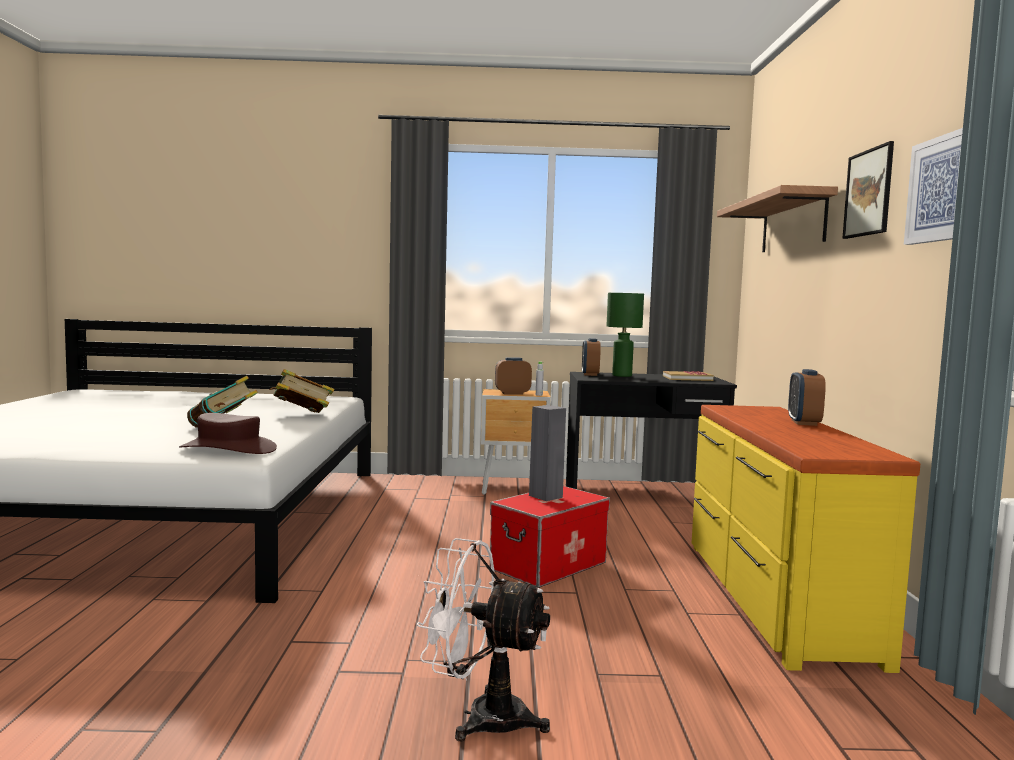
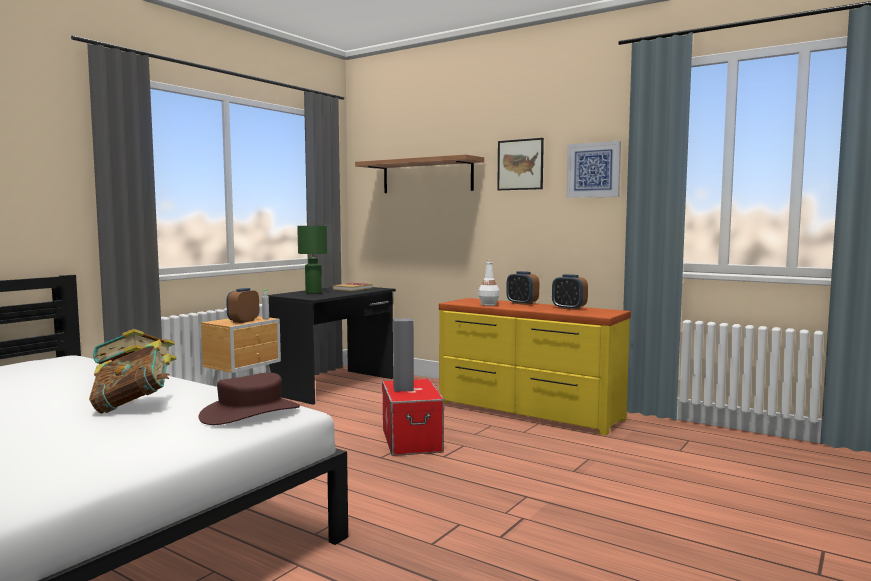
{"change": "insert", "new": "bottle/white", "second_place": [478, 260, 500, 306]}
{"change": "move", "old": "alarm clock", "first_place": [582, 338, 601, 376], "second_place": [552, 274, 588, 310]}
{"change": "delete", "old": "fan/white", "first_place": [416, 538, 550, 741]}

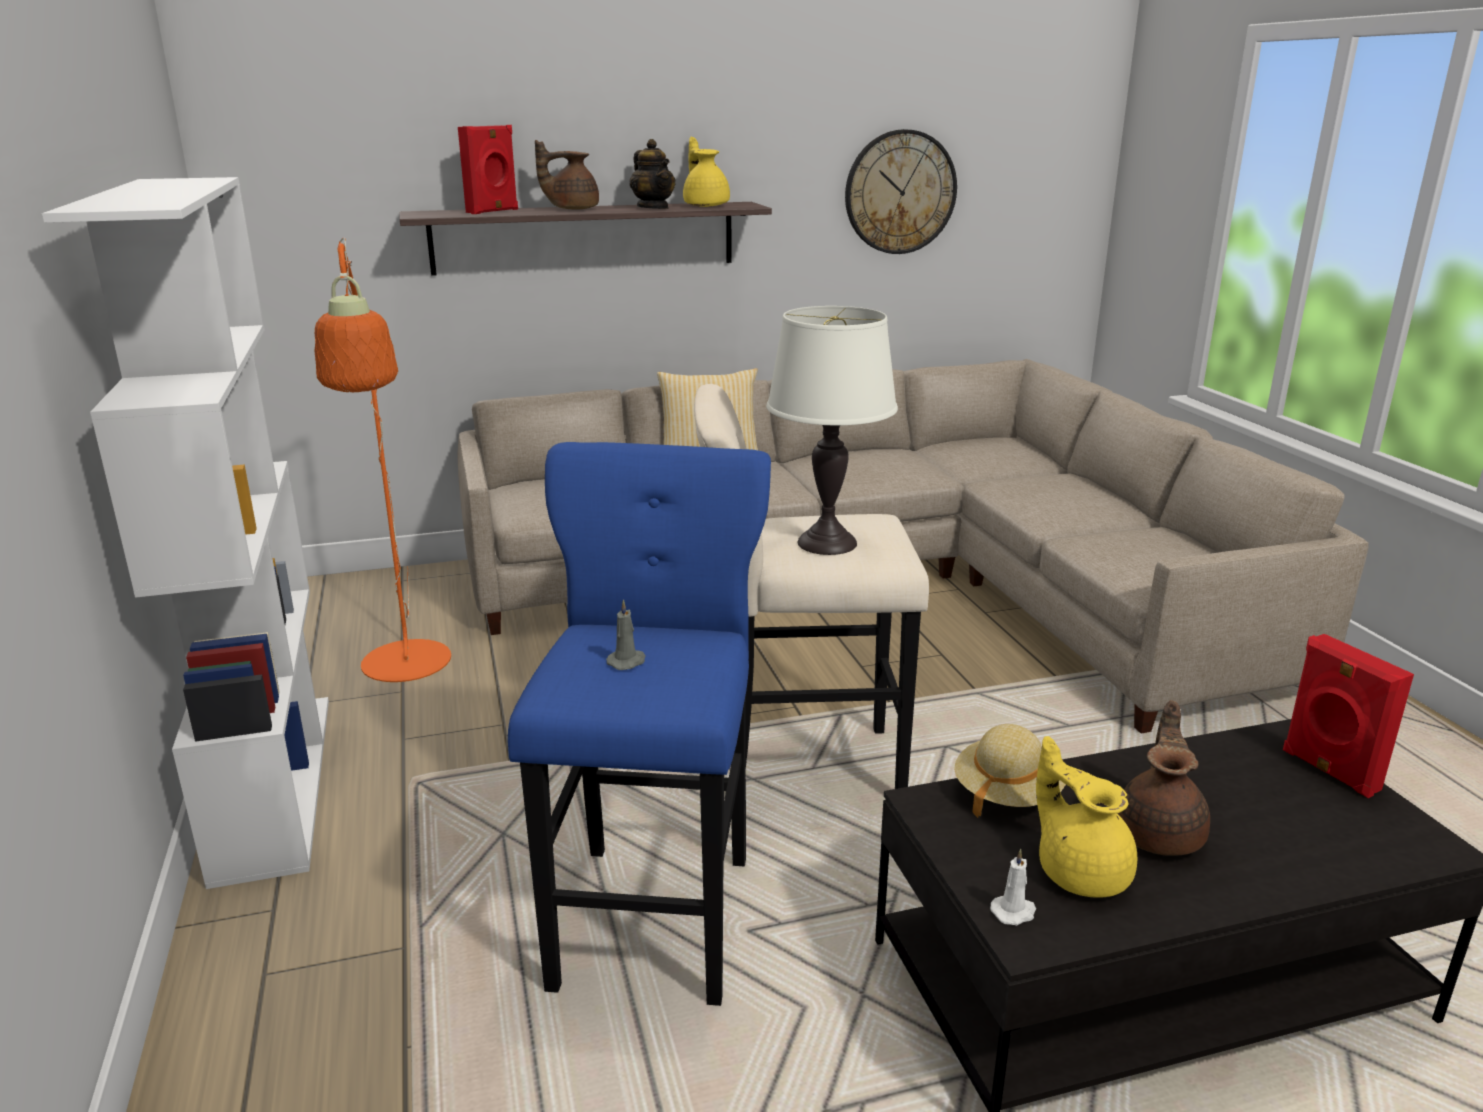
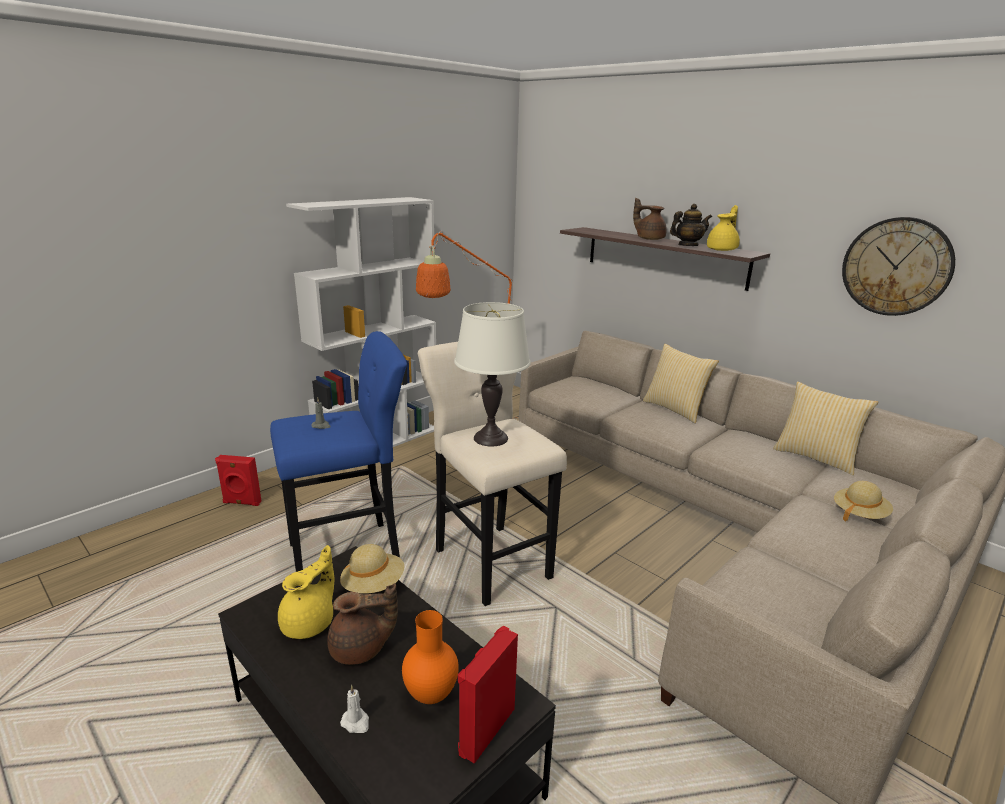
{"change": "move", "old": "speaker/red", "first_place": [458, 125, 518, 214], "second_place": [215, 455, 261, 506]}
{"change": "move", "old": "candle/white", "first_place": [990, 849, 1036, 925], "second_place": [340, 685, 369, 733]}
{"change": "insert", "new": "vase/orange", "second_place": [402, 610, 459, 704]}
{"change": "rotate", "old": "teapot", "first_place": [630, 139, 676, 209], "second_place": [670, 204, 712, 246], "degrees": -135}
{"change": "insert", "new": "pillow", "second_place": [773, 381, 879, 475]}
{"change": "insert", "new": "hat/beige", "second_place": [834, 481, 893, 522]}

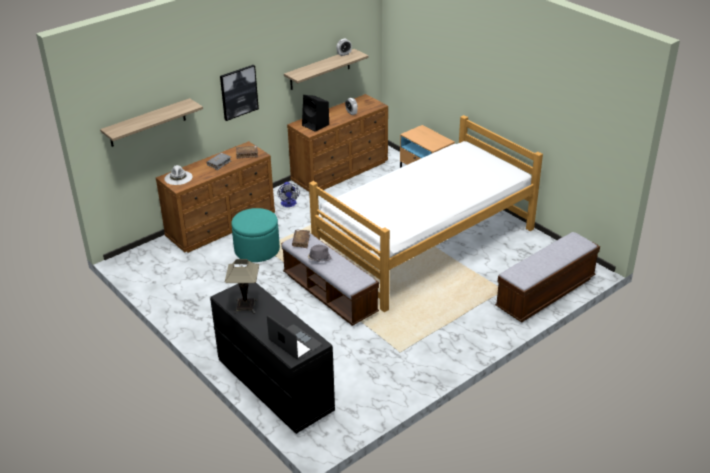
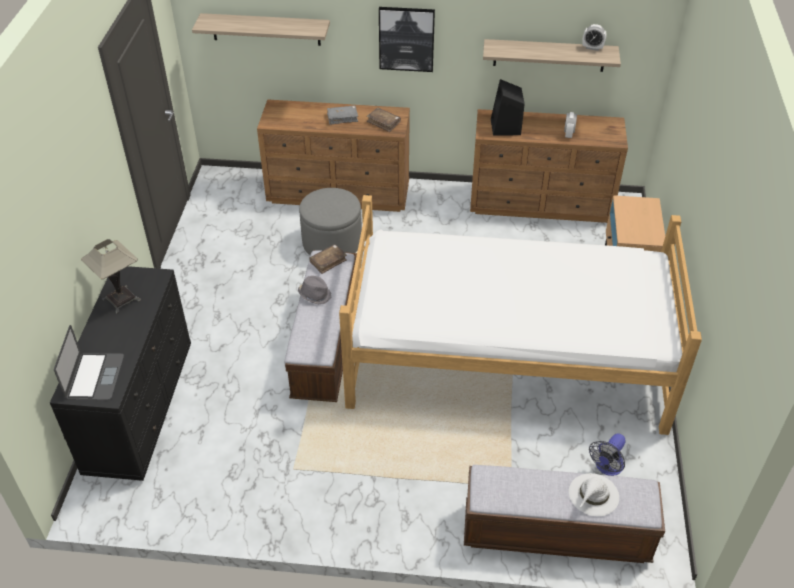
{"change": "recolor", "old": "ottoman/turquoise", "new": "ottoman/grey", "first_place": [231, 208, 280, 262], "second_place": [299, 188, 362, 255]}
{"change": "move", "old": "hat/white", "first_place": [165, 165, 192, 185], "second_place": [569, 473, 619, 516]}
{"change": "move", "old": "fan", "first_place": [278, 182, 300, 207], "second_place": [589, 433, 625, 476]}

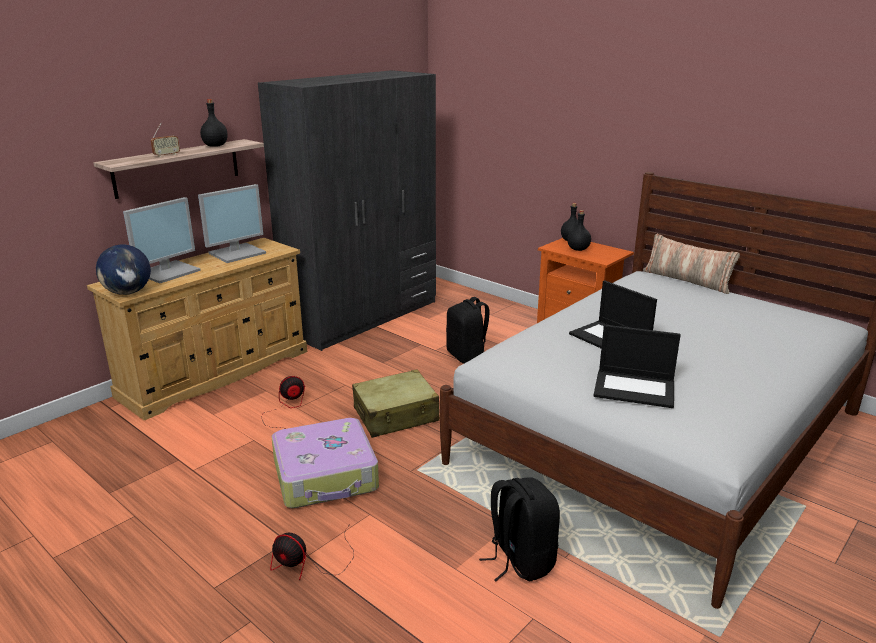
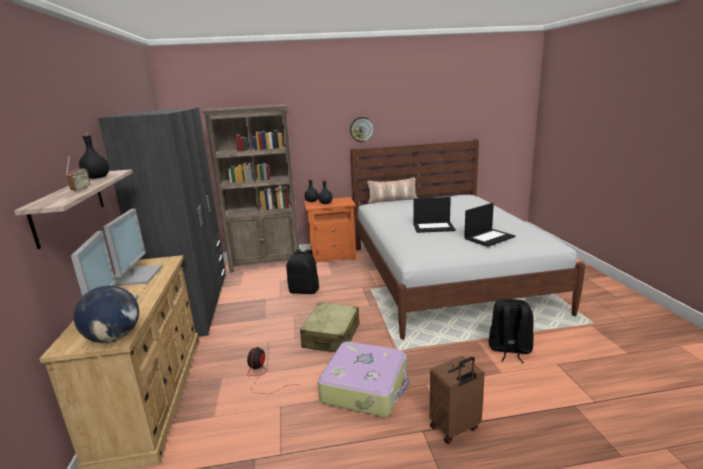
{"change": "insert", "new": "bookcase/brown", "second_place": [201, 104, 299, 273]}
{"change": "insert", "new": "wall clock", "second_place": [350, 117, 374, 142]}
{"change": "replace", "old": "fan", "new": "suitcase/brown", "first_place": [270, 527, 354, 580], "second_place": [430, 356, 485, 444]}

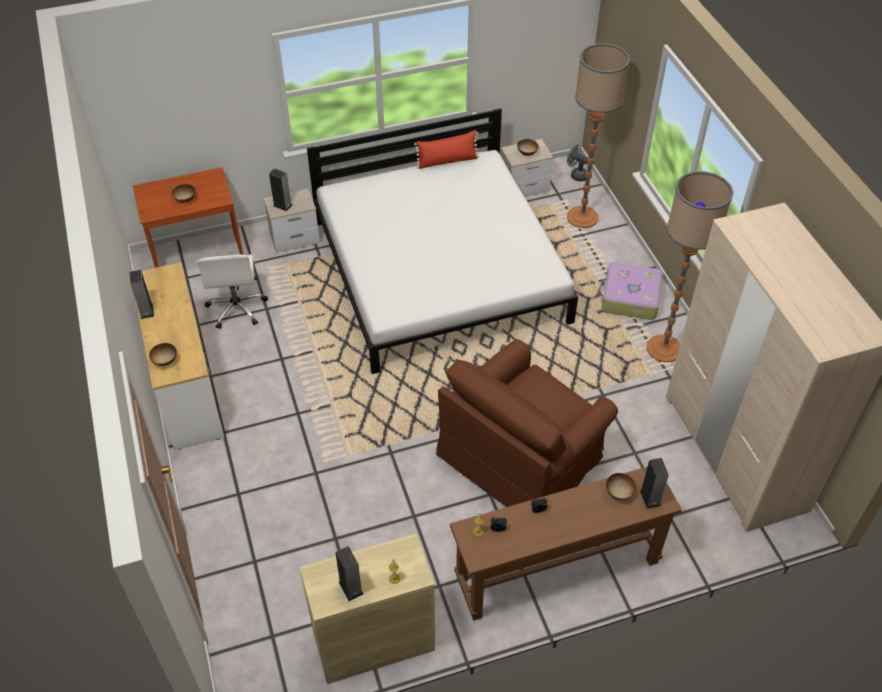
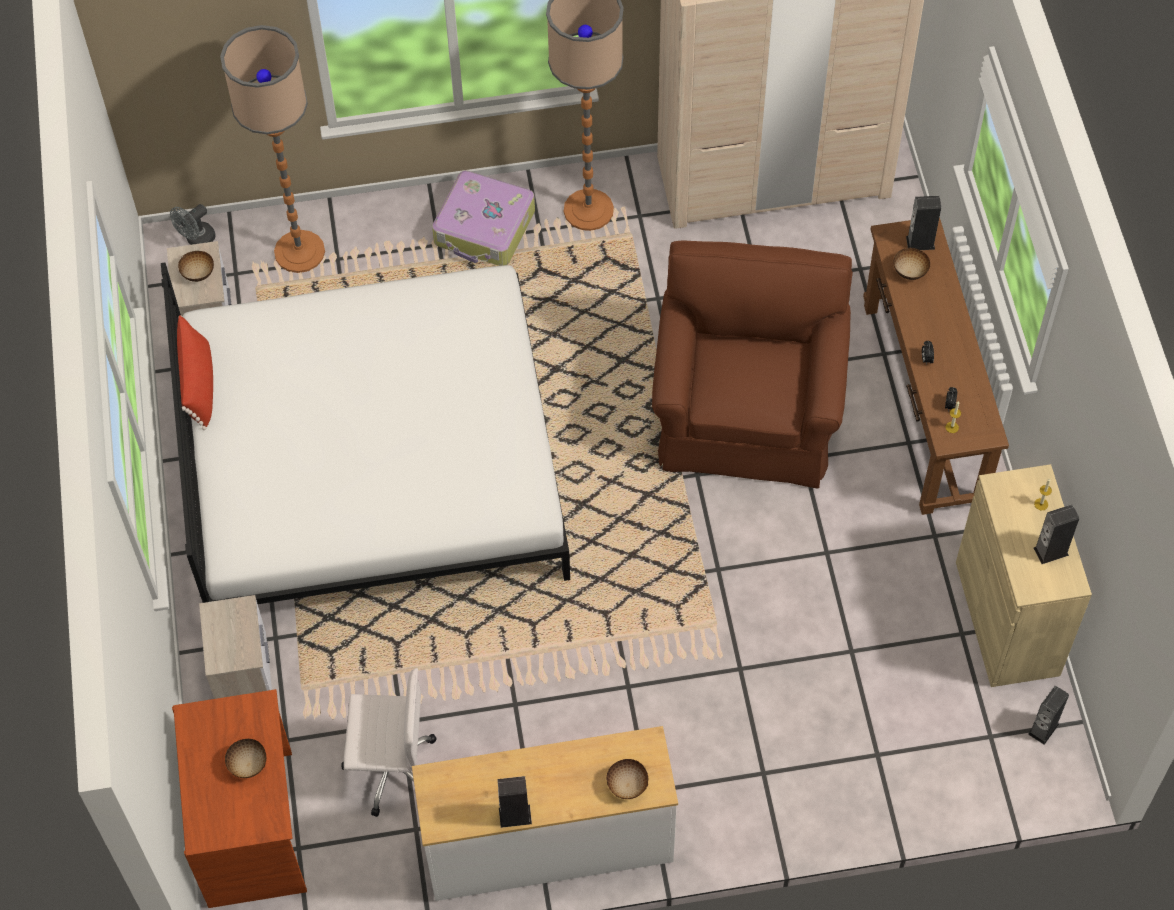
{"change": "rotate", "old": "armchair/brown", "first_place": [436, 340, 618, 507], "second_place": [652, 240, 853, 488], "degrees": -135}
{"change": "move", "old": "speaker", "first_place": [269, 168, 292, 211], "second_place": [1028, 686, 1069, 745]}

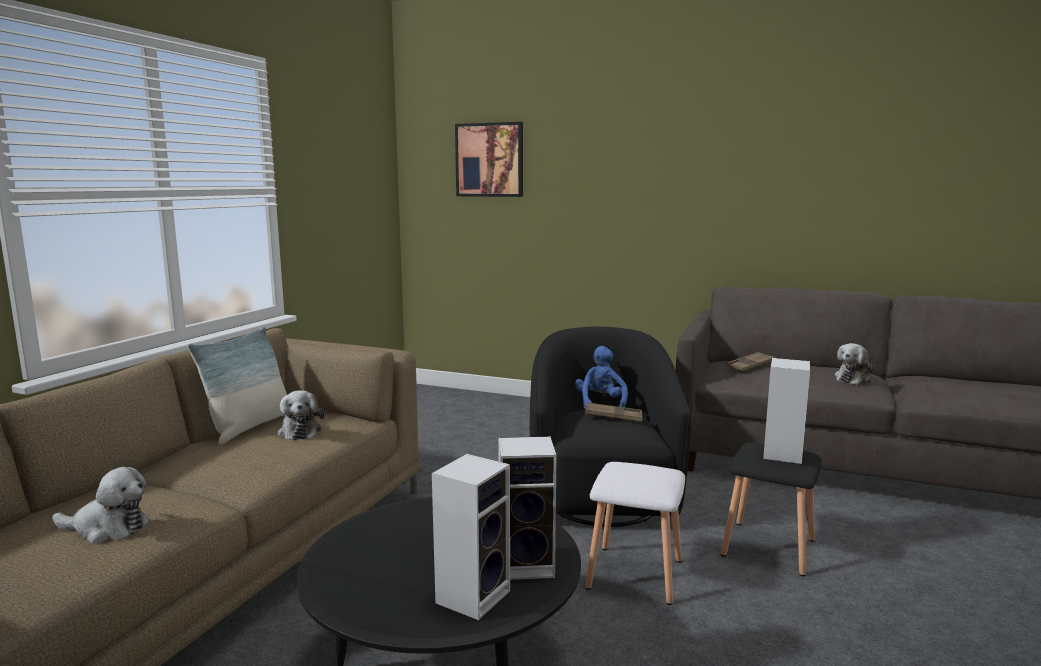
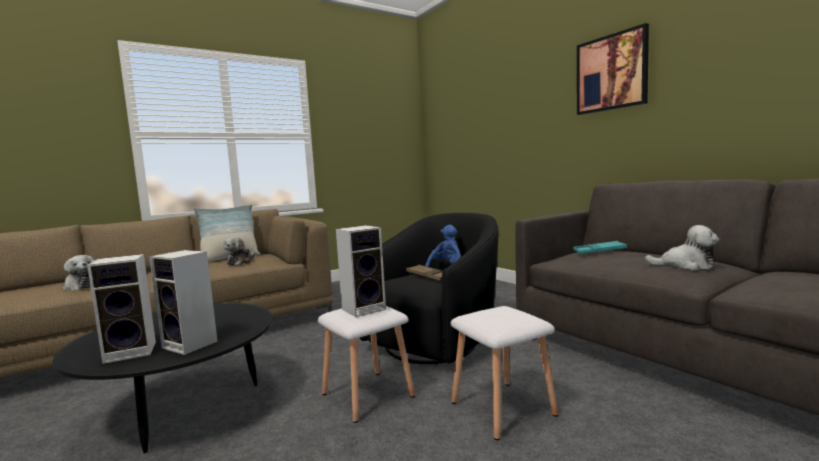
{"change": "move", "old": "speaker", "first_place": [763, 358, 810, 464], "second_place": [336, 225, 386, 317]}
{"change": "recolor", "old": "stool/black", "new": "stool/white", "first_place": [721, 442, 822, 576], "second_place": [451, 306, 558, 440]}
{"change": "recolor", "old": "tray/brown", "new": "tray/turquoise", "first_place": [726, 352, 776, 371], "second_place": [573, 241, 627, 254]}
{"change": "move", "old": "picture", "first_place": [455, 122, 523, 197], "second_place": [577, 23, 649, 115]}
{"change": "rotate", "old": "plush toy", "first_place": [835, 343, 875, 385], "second_place": [645, 225, 719, 270], "degrees": -150}

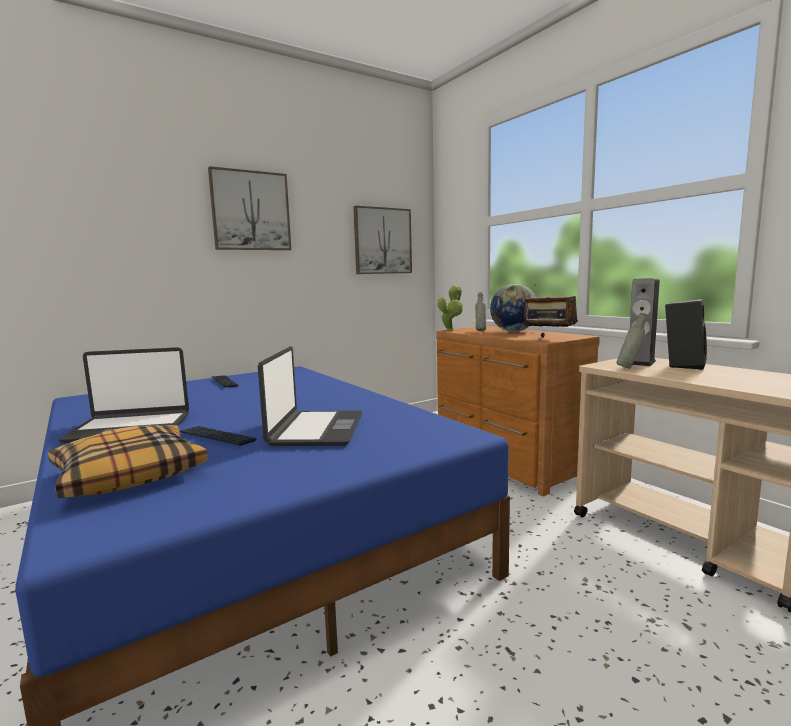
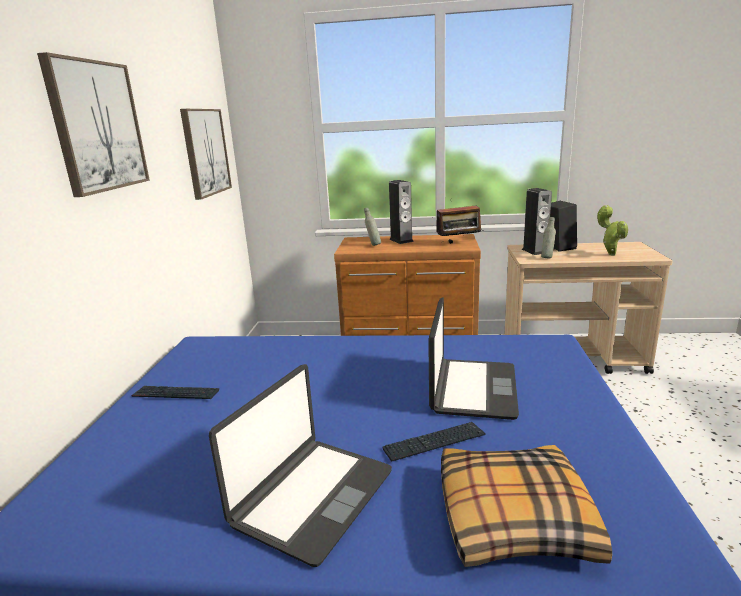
{"change": "replace", "old": "globe", "new": "speaker", "first_place": [490, 284, 536, 332], "second_place": [389, 180, 414, 244]}
{"change": "rotate", "old": "laptop", "first_place": [258, 346, 363, 446], "second_place": [428, 298, 519, 420], "degrees": 60}
{"change": "move", "old": "potted plant", "first_place": [437, 285, 463, 331], "second_place": [597, 205, 628, 256]}

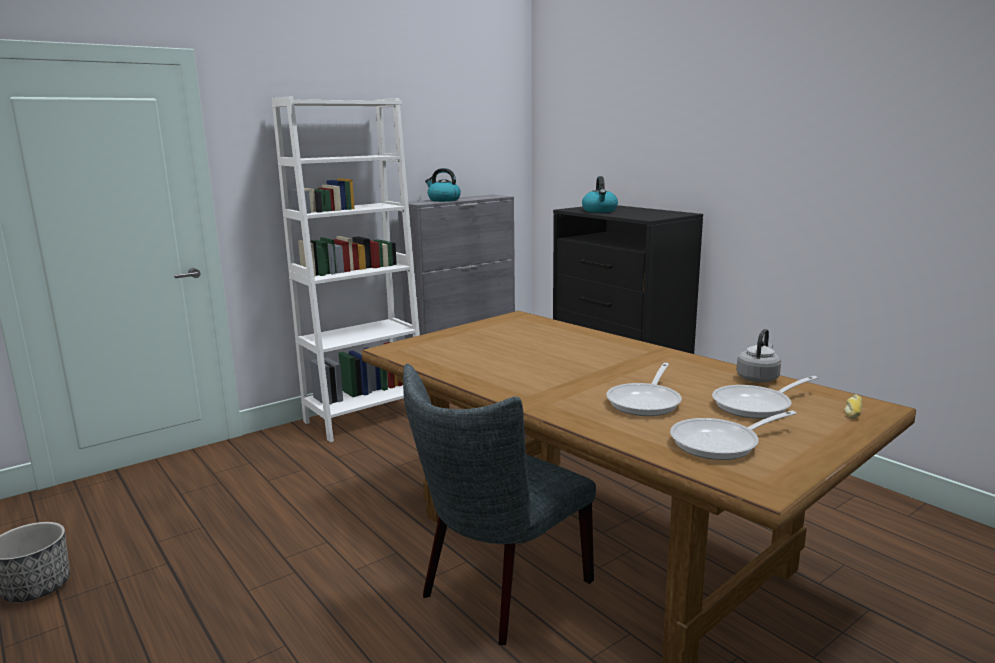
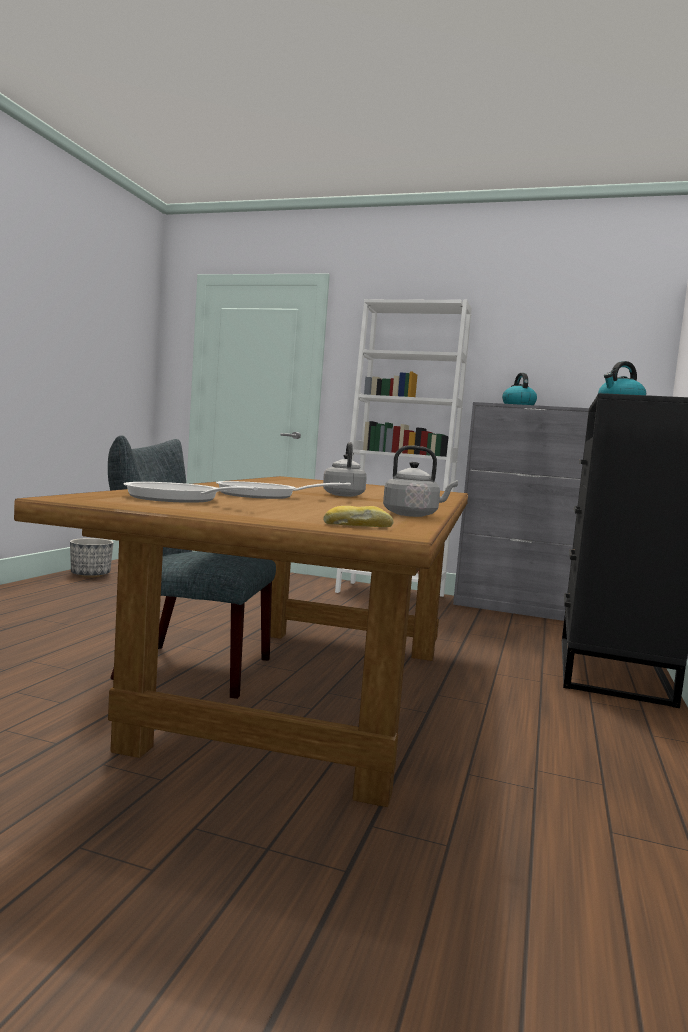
{"change": "insert", "new": "kettle/grey", "second_place": [323, 442, 367, 497]}
{"change": "delete", "old": "frying pan", "first_place": [712, 376, 818, 419]}

